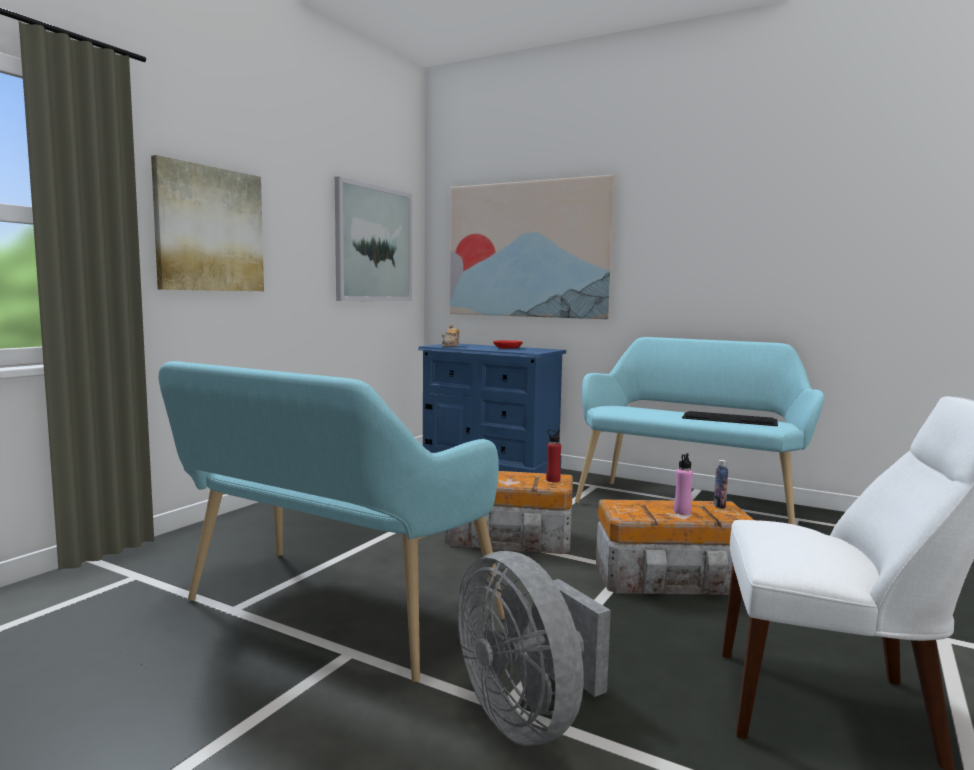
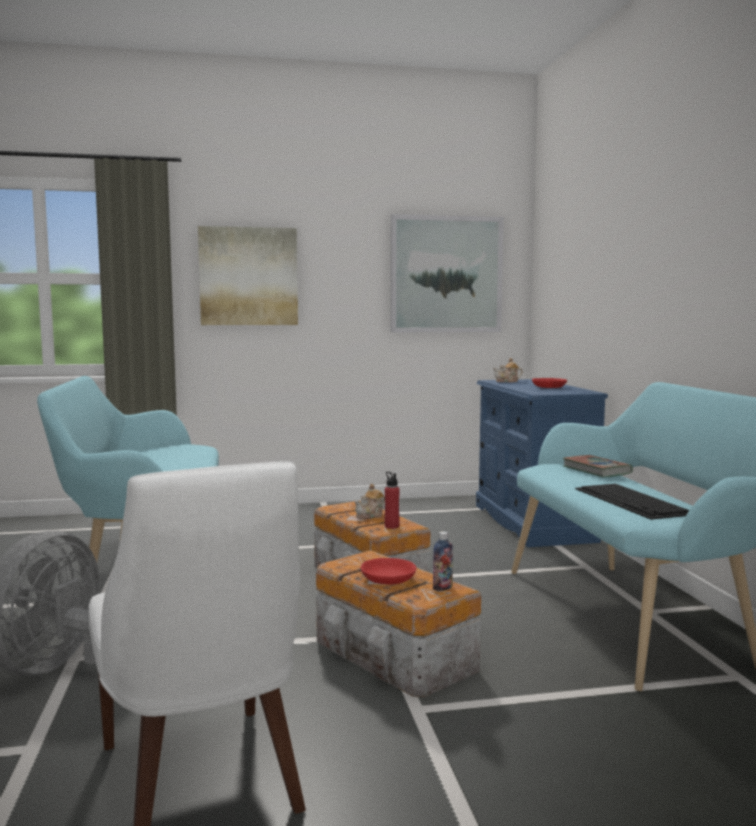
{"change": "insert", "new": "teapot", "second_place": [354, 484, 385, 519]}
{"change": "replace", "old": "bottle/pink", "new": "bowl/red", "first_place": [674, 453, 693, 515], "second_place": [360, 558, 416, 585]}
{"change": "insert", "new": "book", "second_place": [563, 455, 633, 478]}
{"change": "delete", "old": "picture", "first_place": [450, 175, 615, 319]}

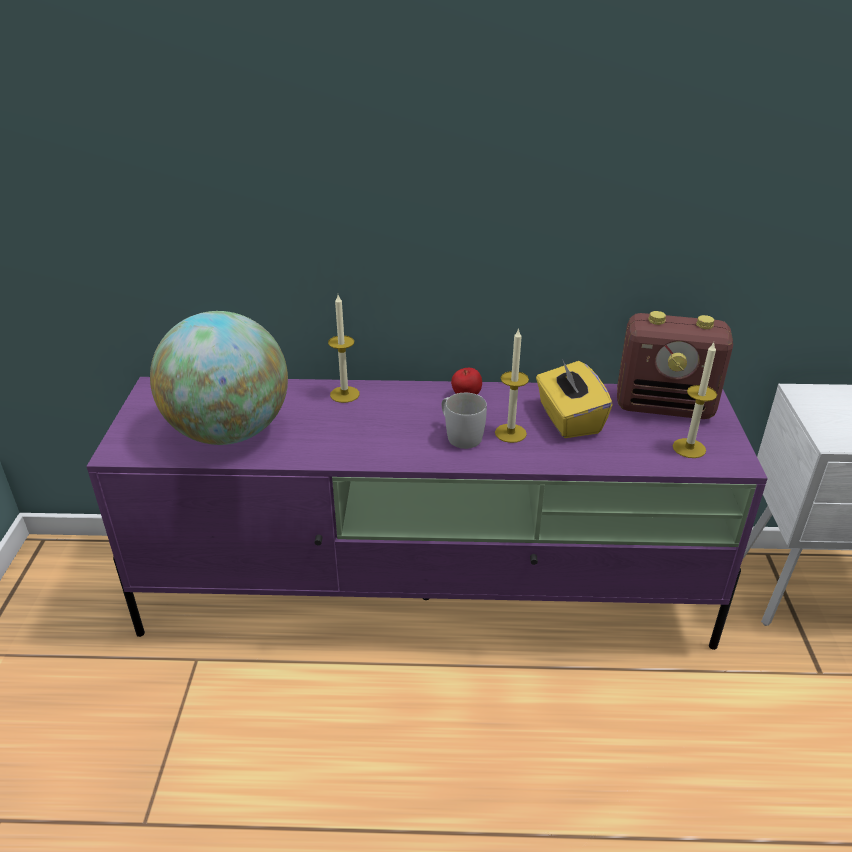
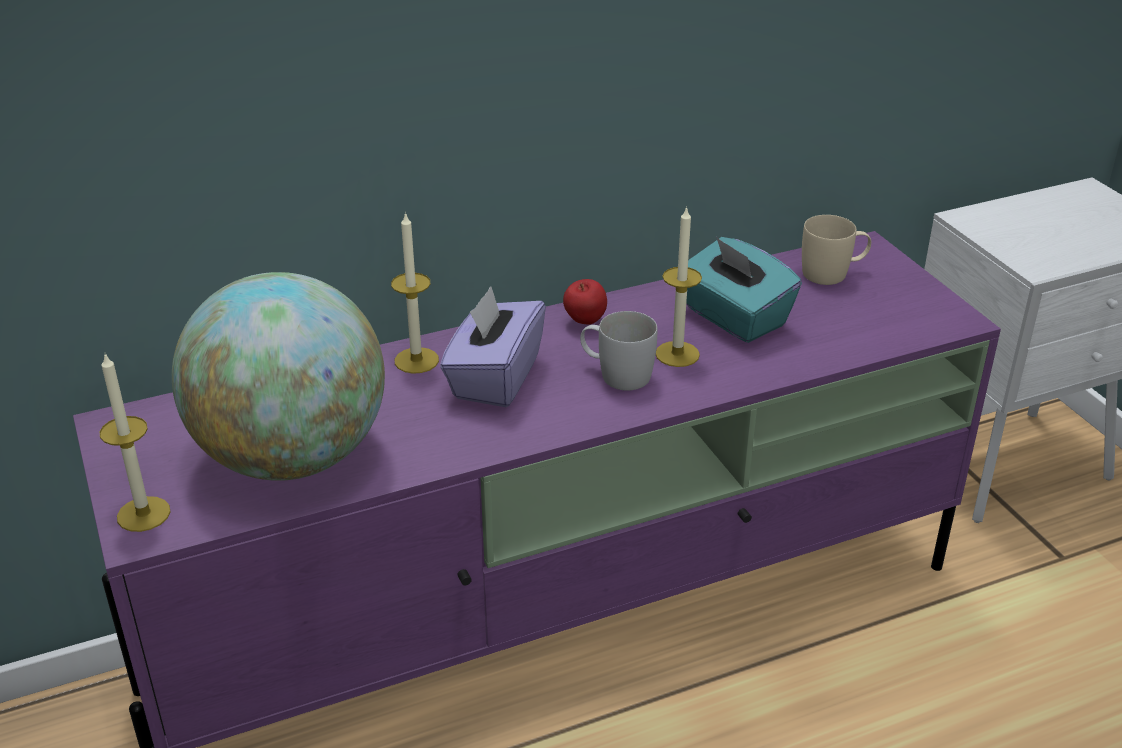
{"change": "move", "old": "candle", "first_place": [672, 343, 717, 458], "second_place": [100, 354, 170, 532]}
{"change": "insert", "new": "tissue box/purple", "second_place": [440, 286, 546, 407]}
{"change": "recolor", "old": "tissue box/yellow", "new": "tissue box/turquoise", "first_place": [536, 359, 612, 438], "second_place": [686, 237, 802, 343]}
{"change": "replace", "old": "radio", "new": "mug/beige", "first_place": [617, 311, 733, 419], "second_place": [802, 215, 871, 285]}

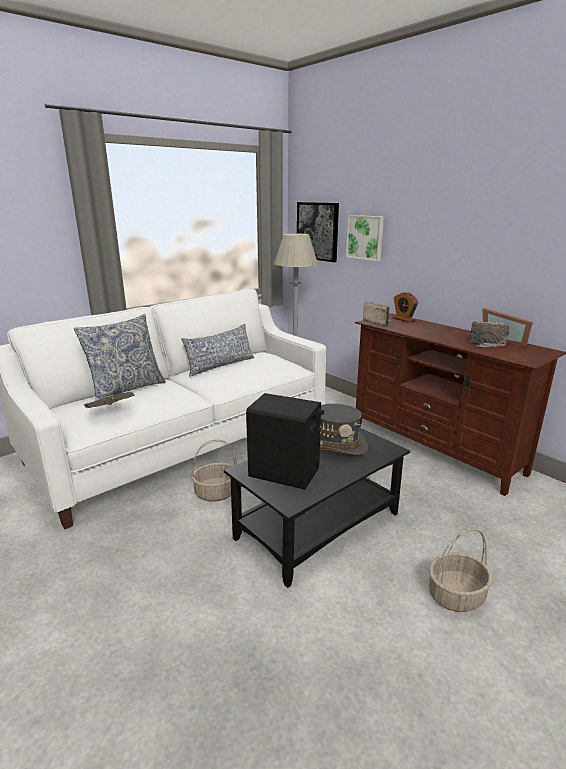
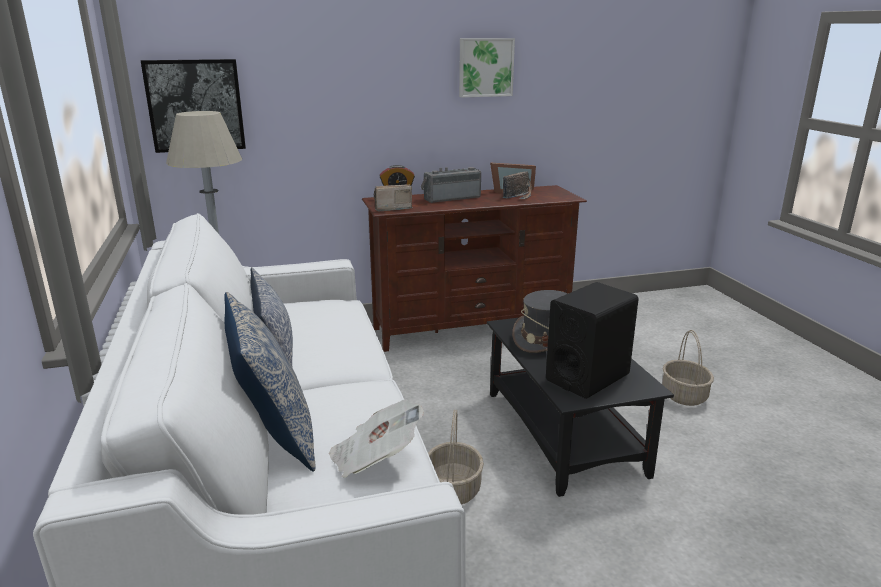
{"change": "insert", "new": "radio", "second_place": [421, 167, 481, 203]}
{"change": "move", "old": "picture", "first_place": [346, 215, 384, 261], "second_place": [459, 38, 515, 97]}

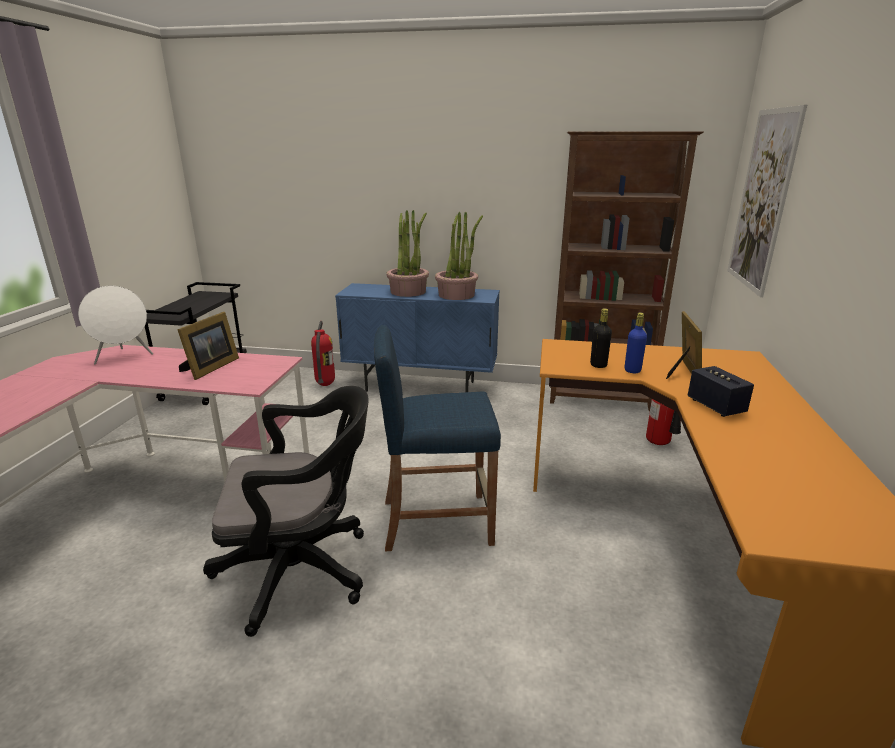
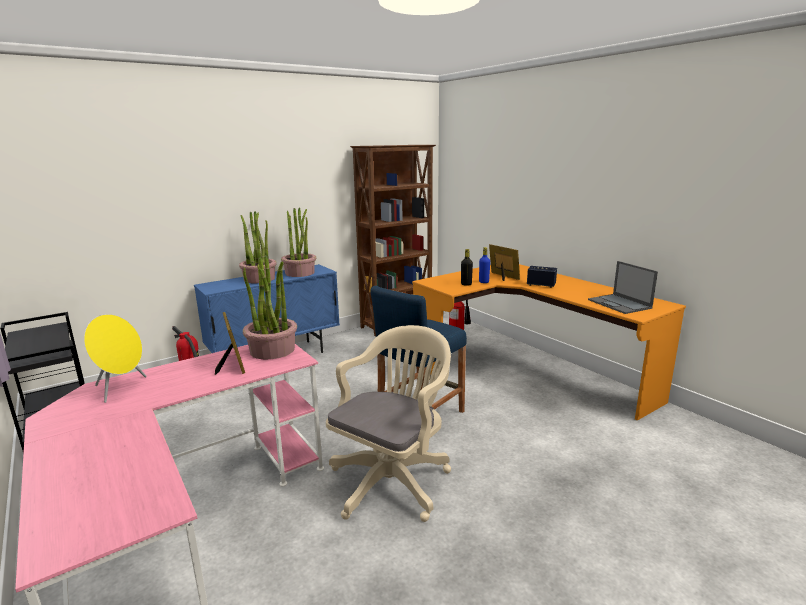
{"change": "recolor", "old": "speaker/white", "new": "speaker/yellow", "first_place": [78, 286, 153, 364], "second_place": [84, 314, 147, 403]}
{"change": "insert", "new": "potted plant", "second_place": [243, 255, 297, 359]}
{"change": "recolor", "old": "office chair/black", "new": "office chair/beige", "first_place": [203, 386, 369, 637], "second_place": [326, 325, 451, 522]}
{"change": "insert", "new": "laptop", "second_place": [588, 261, 658, 314]}
{"change": "delete", "old": "picture", "first_place": [727, 105, 807, 297]}

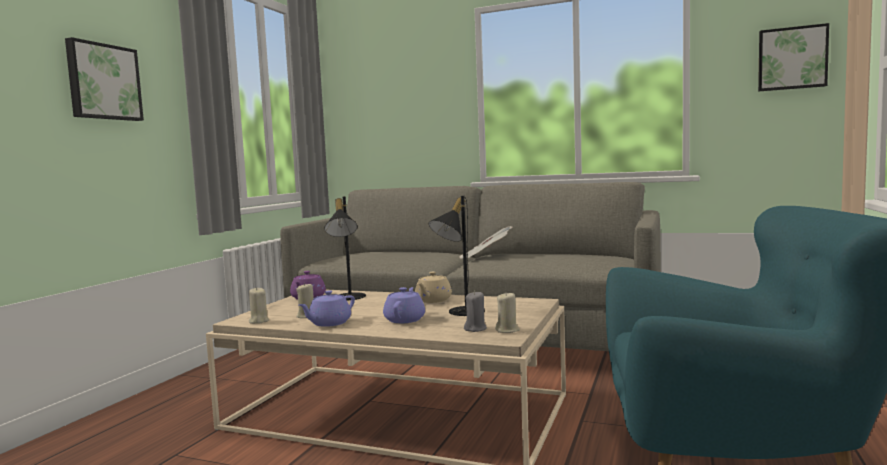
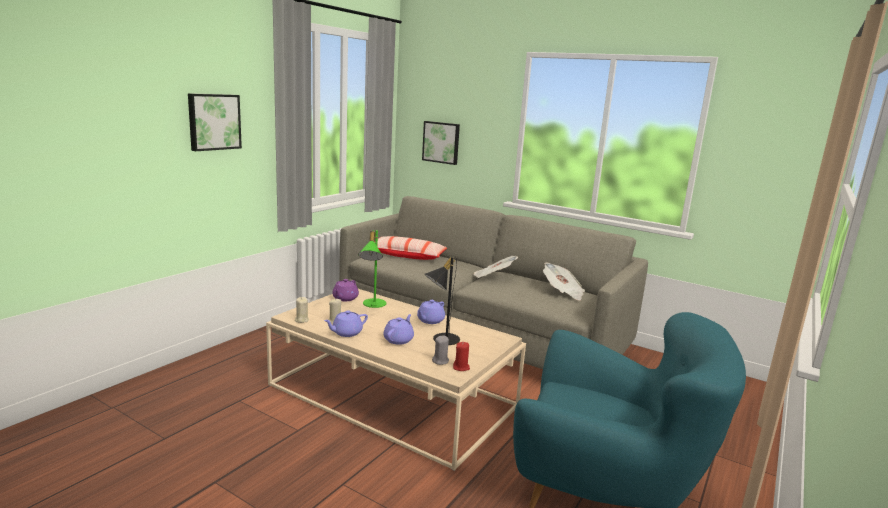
{"change": "recolor", "old": "table lamp/black", "new": "table lamp/green", "first_place": [324, 196, 366, 300], "second_place": [358, 230, 386, 308]}
{"change": "insert", "new": "pillow", "second_place": [377, 236, 447, 260]}
{"change": "recolor", "old": "teapot/beige", "new": "teapot/purple", "first_place": [415, 272, 452, 303], "second_place": [417, 300, 445, 324]}
{"change": "move", "old": "picture", "first_place": [758, 23, 829, 92], "second_place": [422, 121, 460, 165]}
{"change": "recolor", "old": "candle/beige", "new": "candle/red", "first_place": [495, 292, 520, 333], "second_place": [453, 342, 470, 371]}
{"change": "insert", "new": "newspaper", "second_place": [543, 263, 585, 301]}

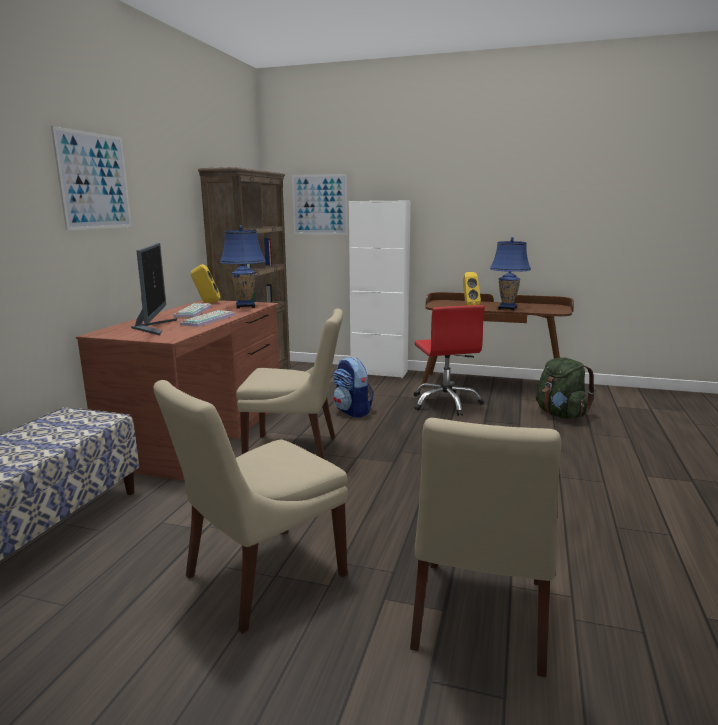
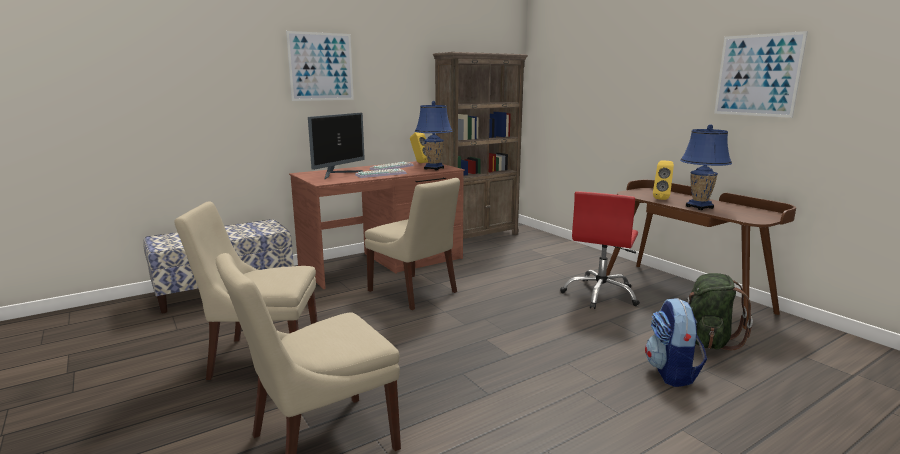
{"change": "move", "old": "backpack", "first_place": [333, 357, 374, 418], "second_place": [645, 298, 707, 387]}
{"change": "move", "old": "picture", "first_place": [292, 174, 348, 235], "second_place": [714, 31, 808, 118]}
{"change": "delete", "old": "cabinet/white", "first_place": [349, 201, 411, 378]}

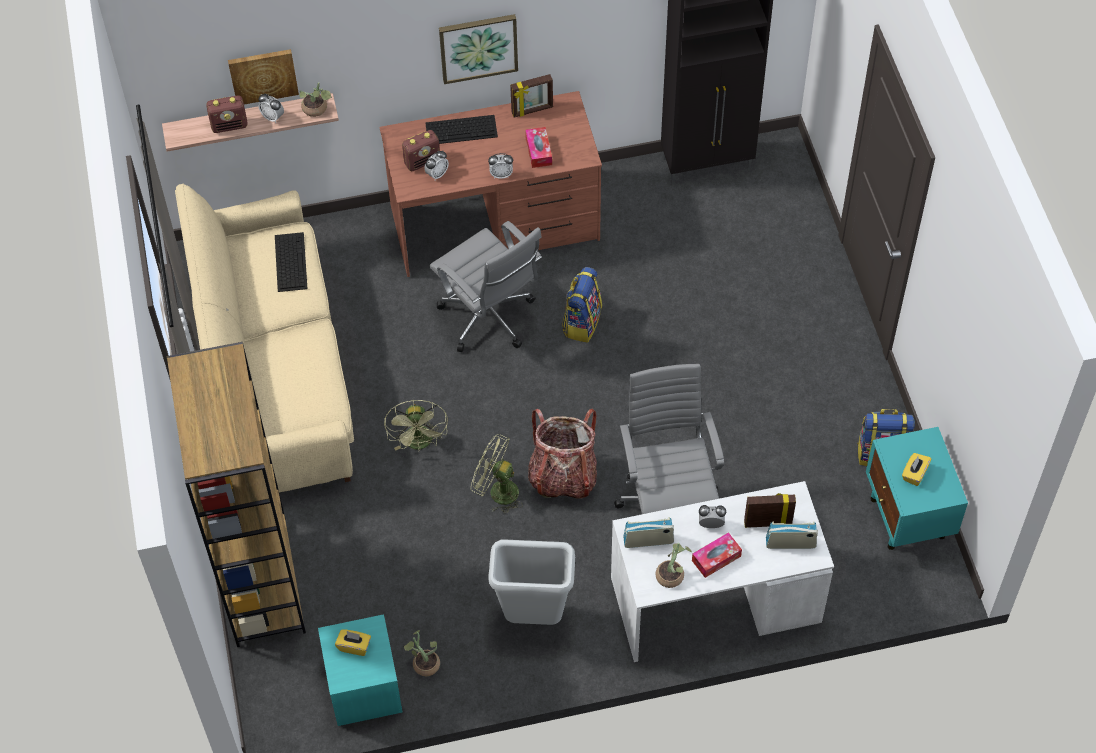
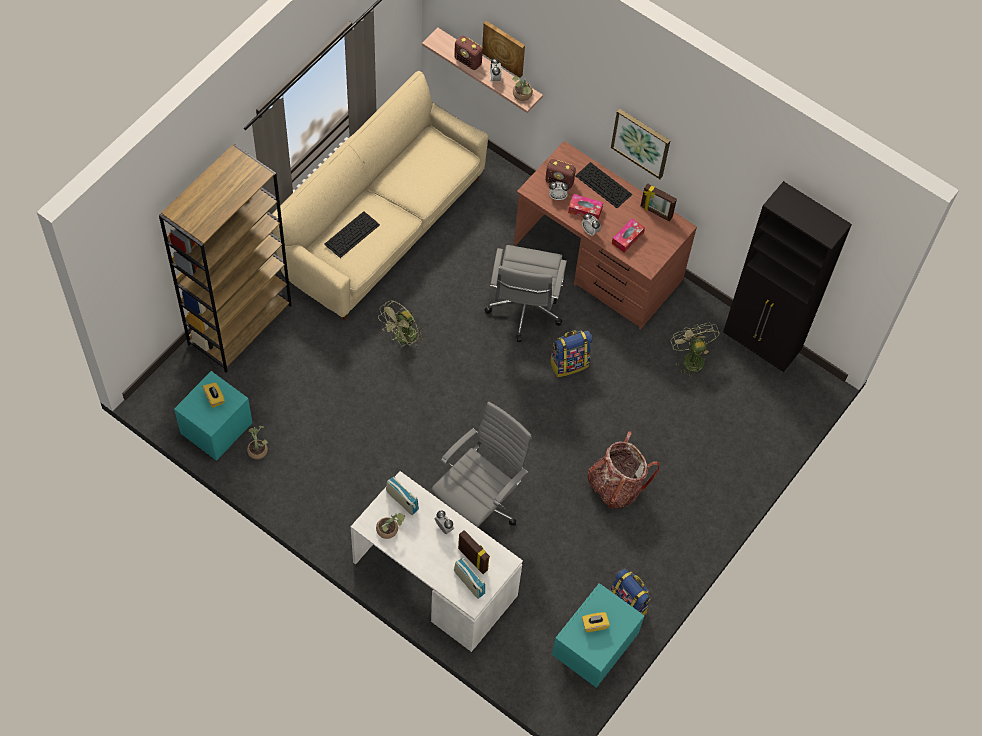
{"change": "move", "old": "keyboard", "first_place": [275, 232, 307, 292], "second_place": [324, 211, 380, 258]}
{"change": "move", "old": "tissue box", "first_place": [692, 532, 742, 578], "second_place": [568, 194, 603, 220]}
{"change": "move", "old": "backpack", "first_place": [528, 409, 597, 499], "second_place": [587, 431, 660, 509]}
{"change": "move", "old": "fan/green", "first_place": [471, 434, 523, 514], "second_place": [671, 322, 719, 378]}
{"change": "delete", "old": "trash can/grey", "first_place": [488, 539, 575, 625]}

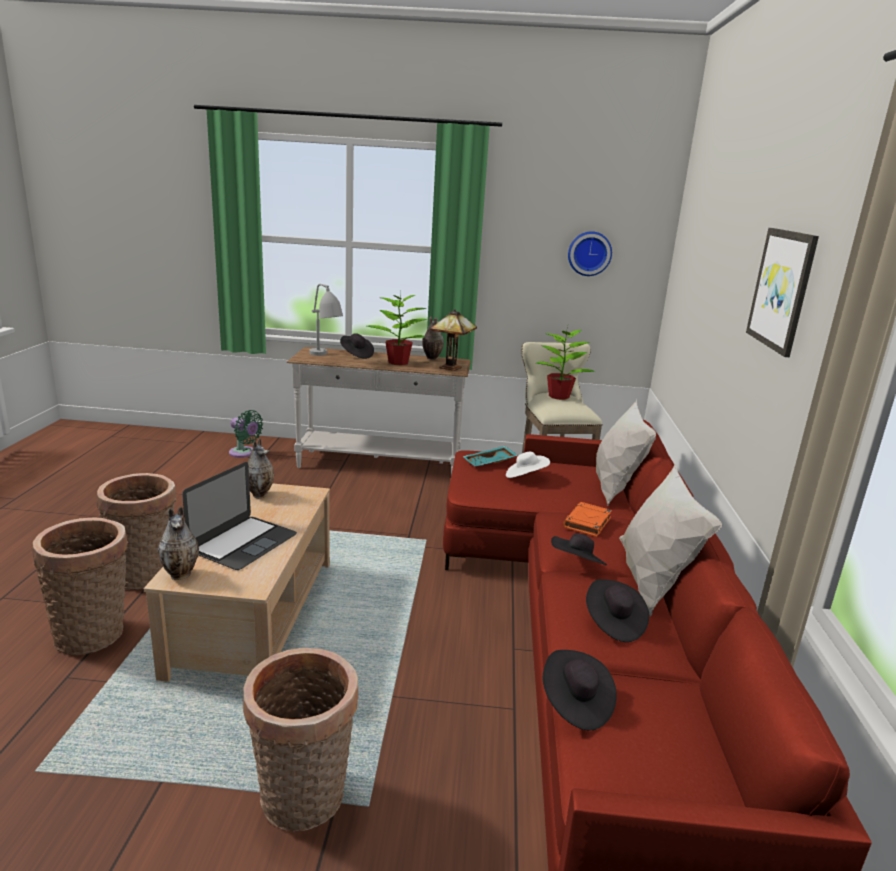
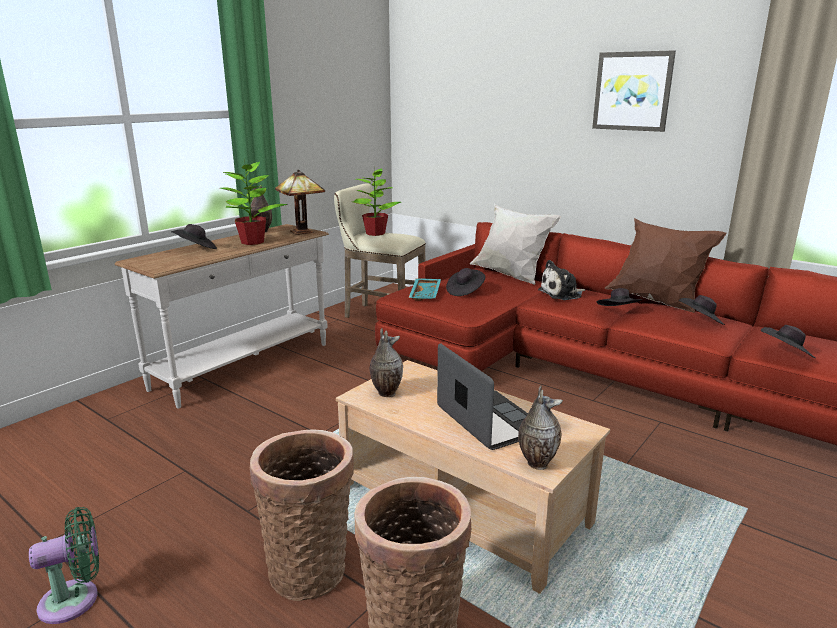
{"change": "move", "old": "fan/green", "first_place": [229, 410, 263, 458], "second_place": [29, 507, 99, 624]}
{"change": "recolor", "old": "hat/white", "new": "hat/black", "first_place": [506, 452, 550, 478], "second_place": [446, 268, 485, 296]}
{"change": "replace", "old": "book/orange", "new": "plush toy", "first_place": [563, 502, 612, 537], "second_place": [538, 260, 585, 300]}
{"change": "recolor", "old": "pillow/white", "new": "pillow/brown", "first_place": [619, 462, 723, 617], "second_place": [605, 218, 727, 313]}
{"change": "delete", "old": "basket", "first_place": [243, 648, 358, 831]}
{"change": "delete", "old": "table lamp/grey", "first_place": [309, 284, 343, 356]}
{"change": "delete", "old": "wall clock", "first_place": [568, 231, 612, 276]}

